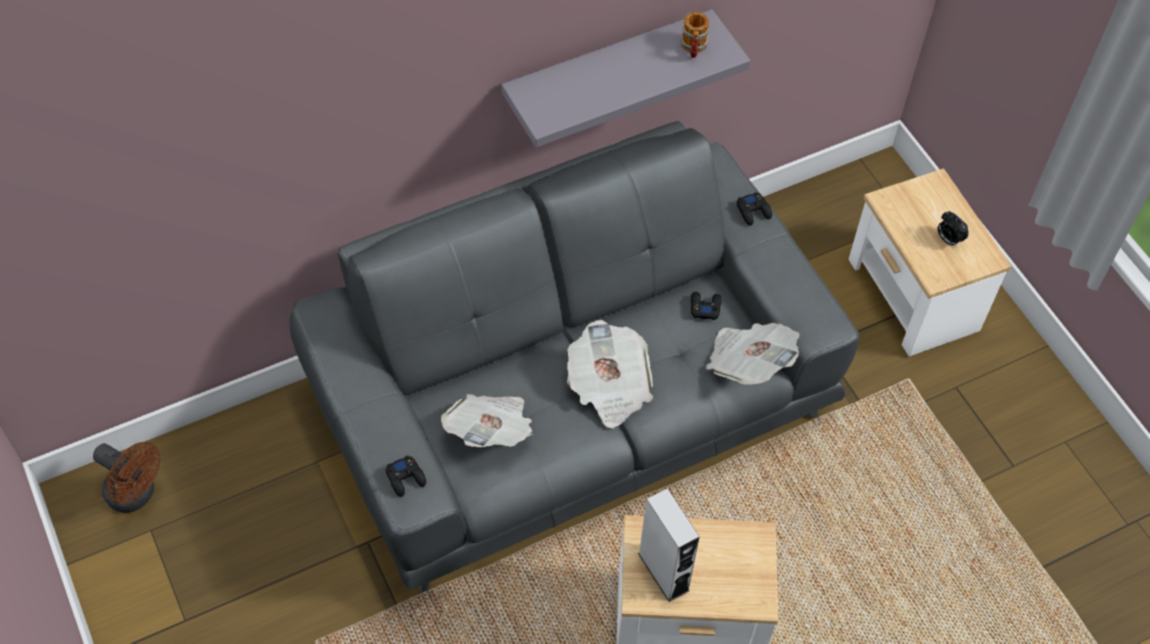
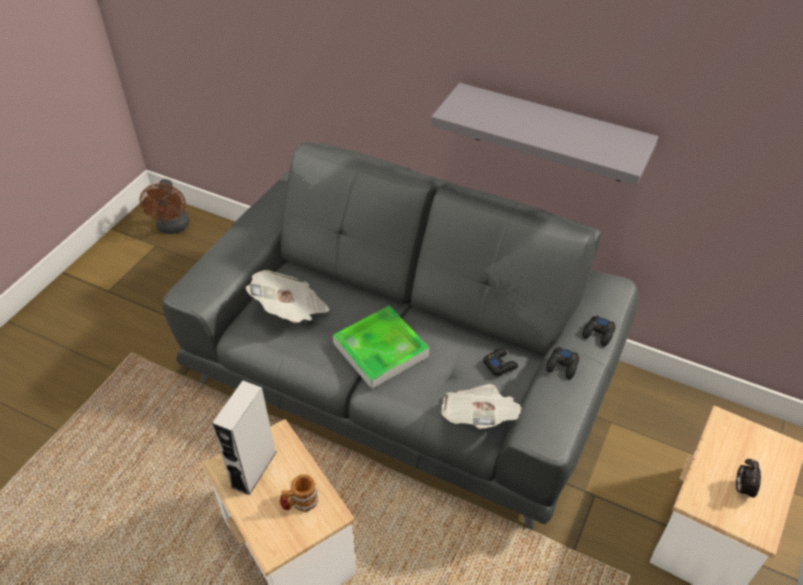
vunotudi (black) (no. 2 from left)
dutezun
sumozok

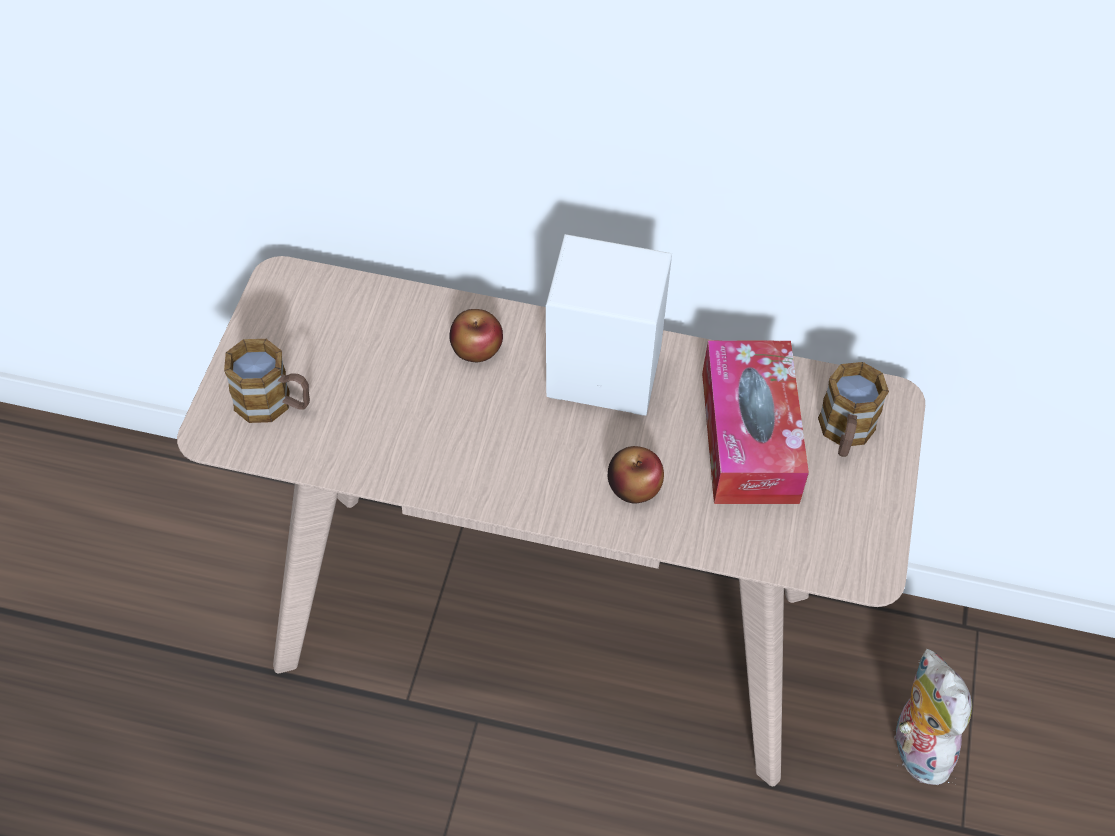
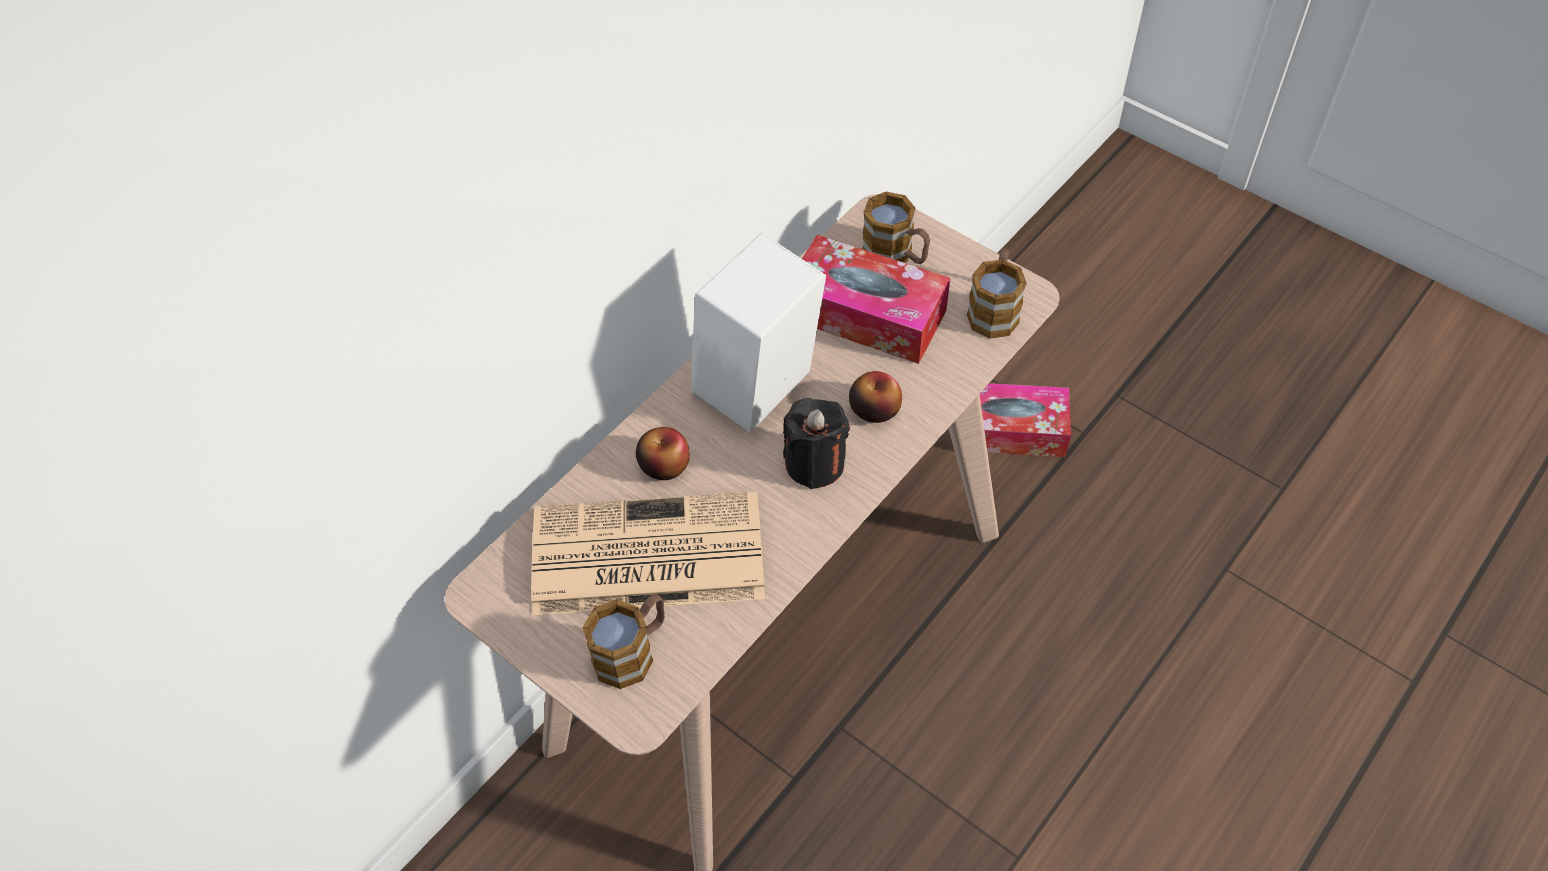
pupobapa
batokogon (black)
dutezun (no. 3 from left)
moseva (no. 2 from left)

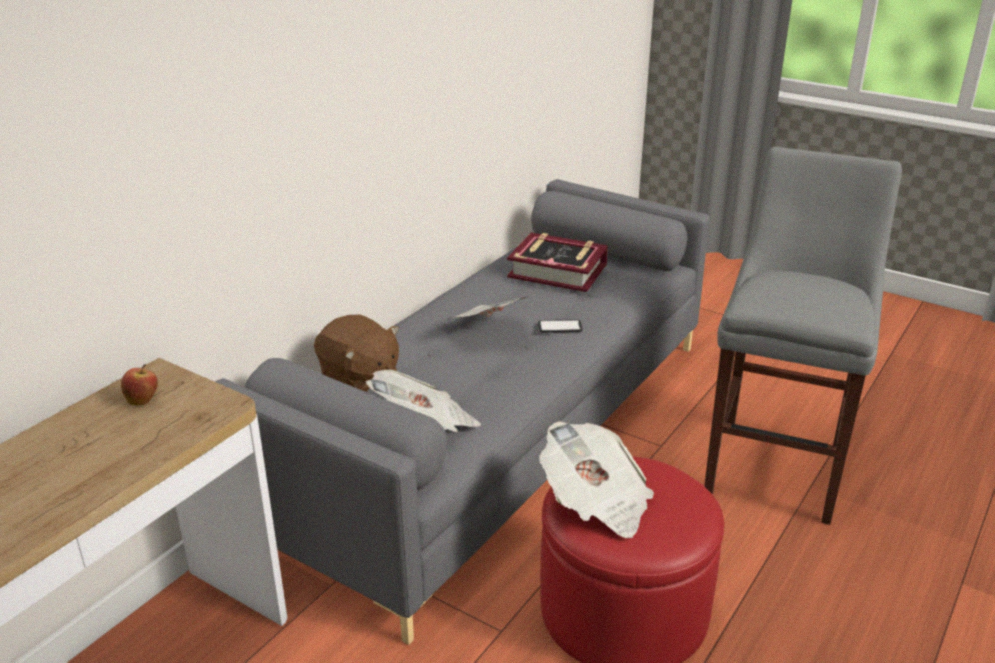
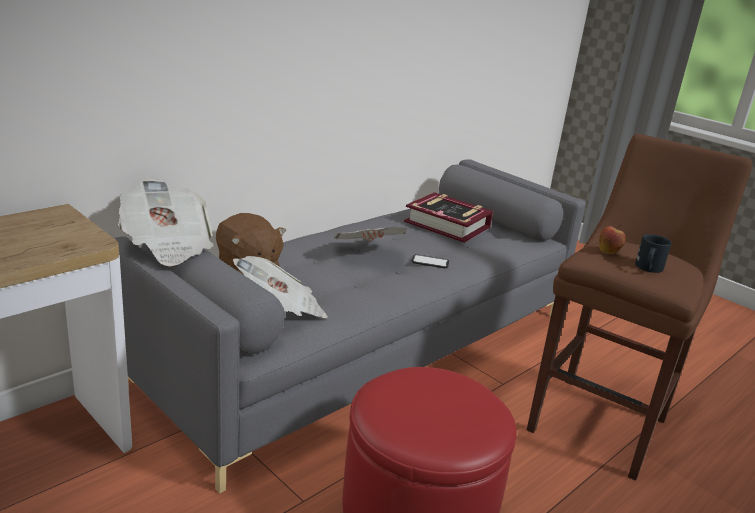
dutezun (black)
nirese
pupobapa (no. 1 from left)
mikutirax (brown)

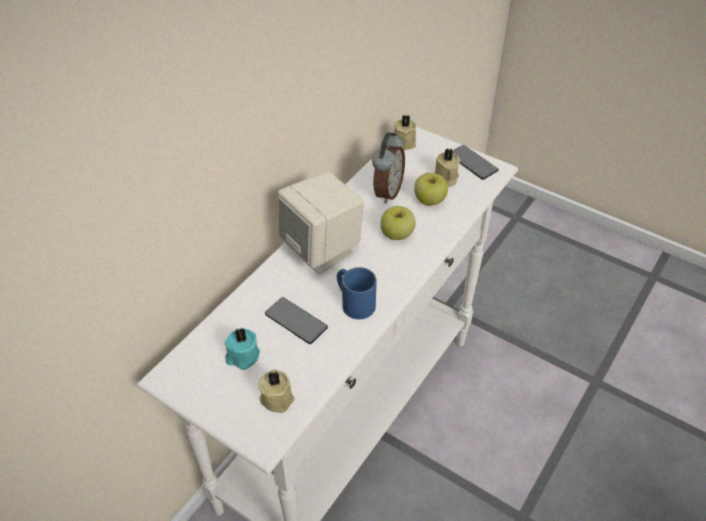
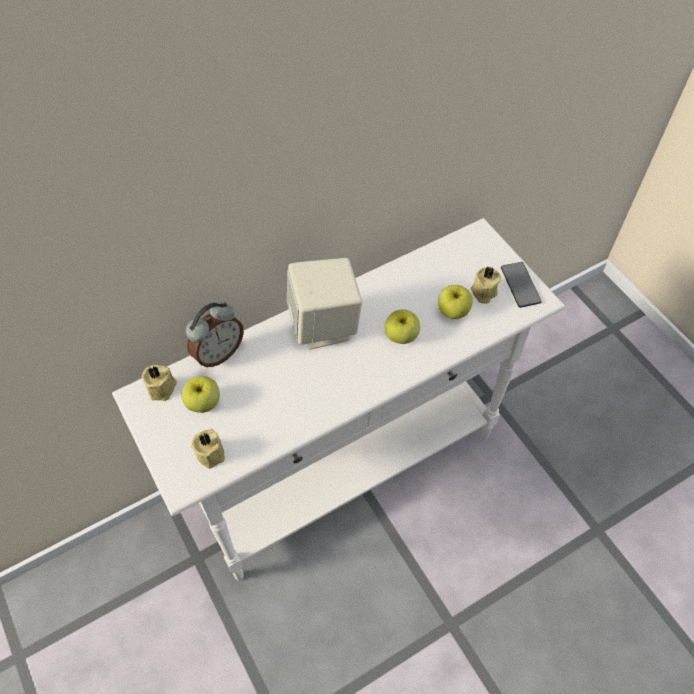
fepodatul (no. 1 from left in the first image)
dutezun (blue)
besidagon
batokogon (beige) (no. 1 from left)
nirese (no. 1 from left)

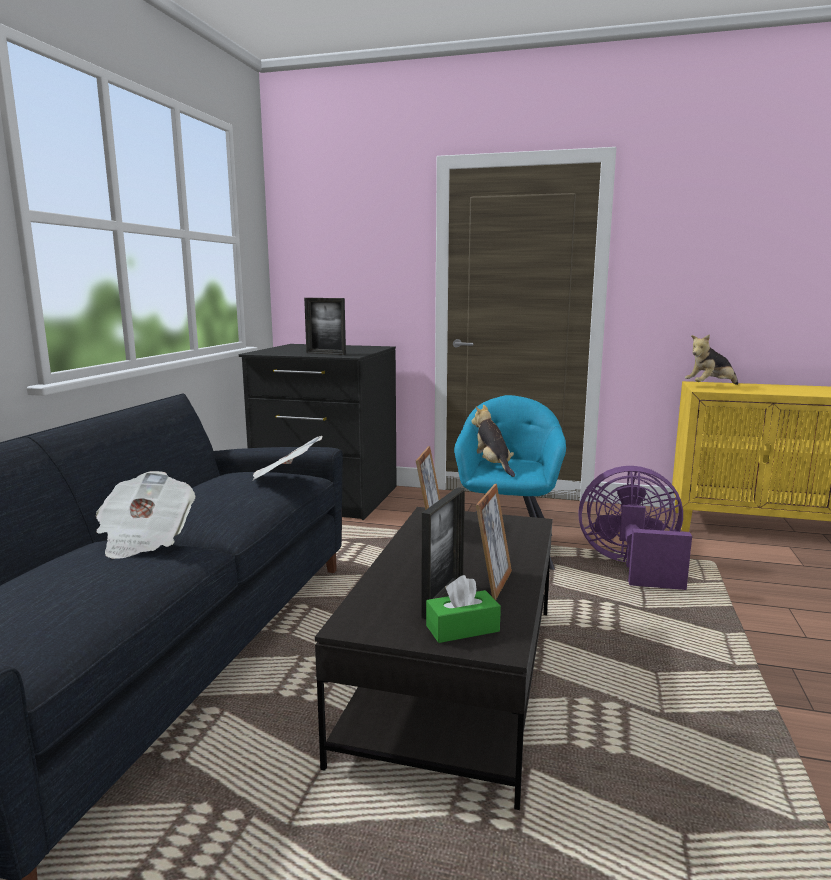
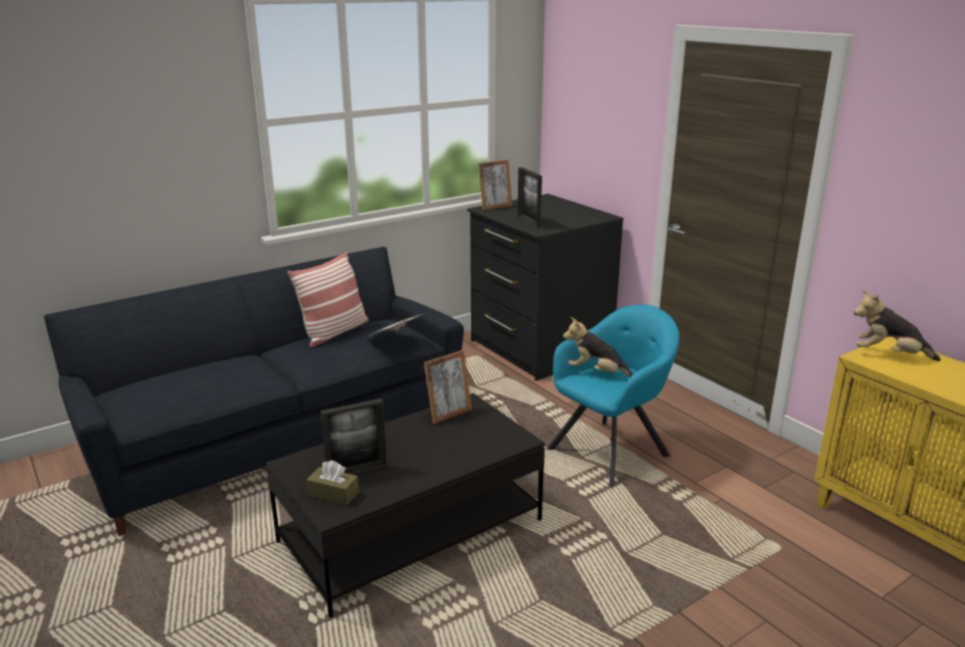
pupobapa (no. 1 from left in the first image)
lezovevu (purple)
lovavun
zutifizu (no. 3 from left)
moseva (brown)
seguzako (no. 1 from left)

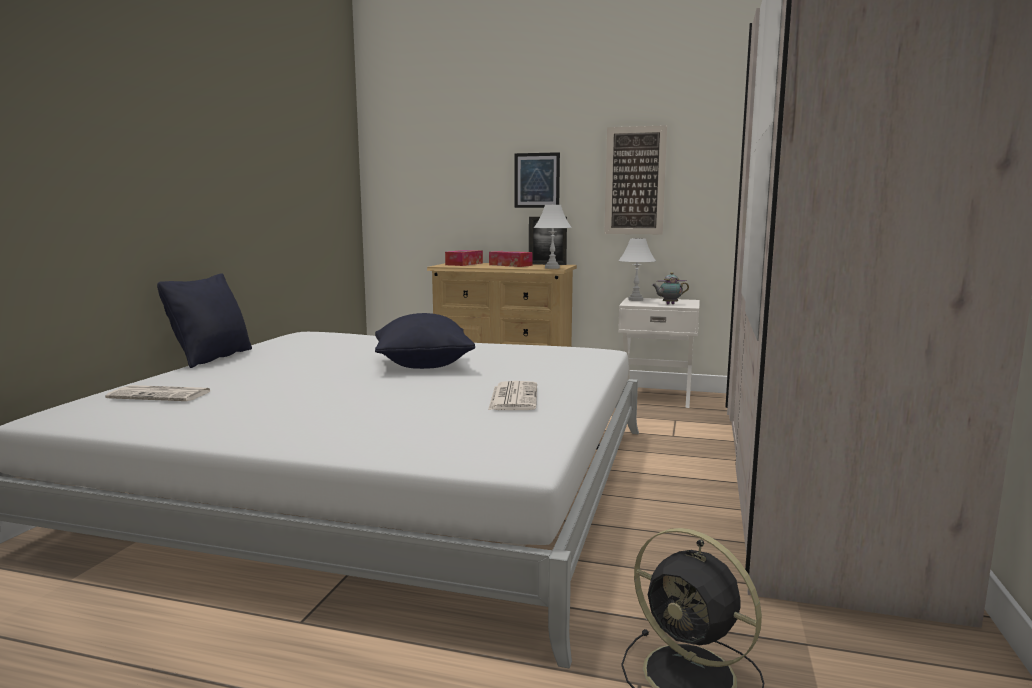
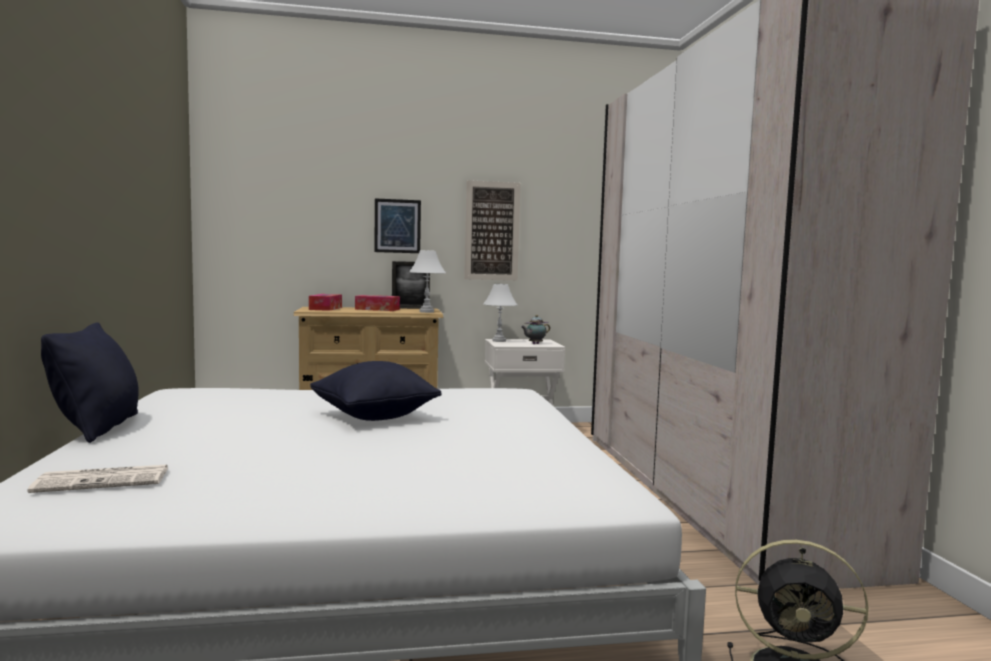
pupobapa (no. 2 from left in the first image)

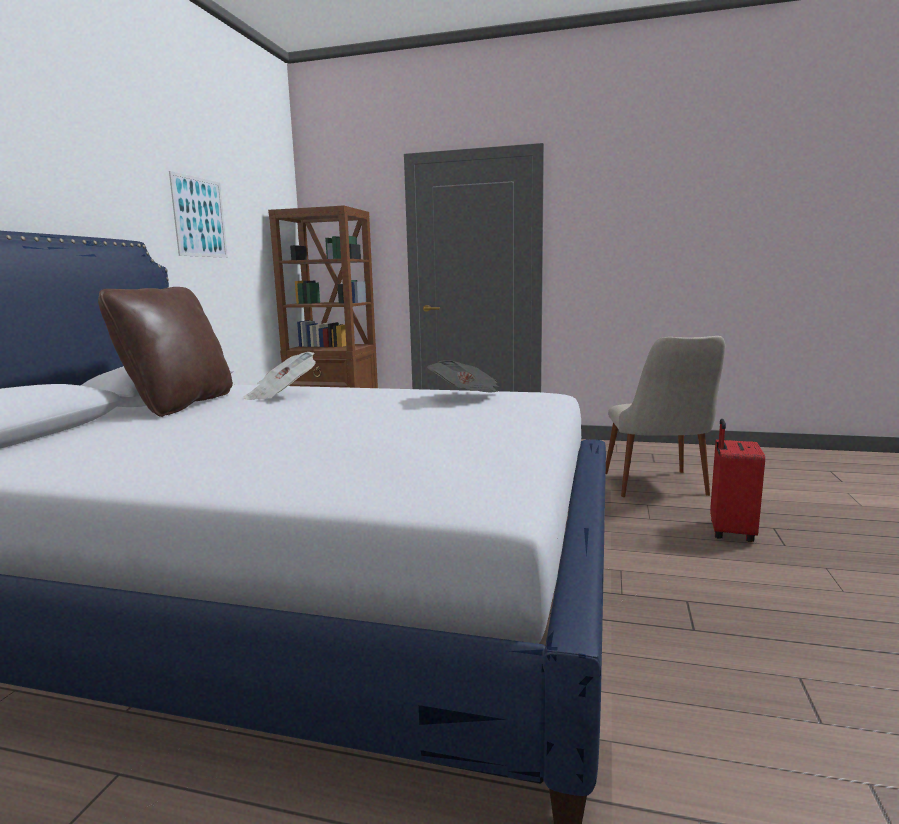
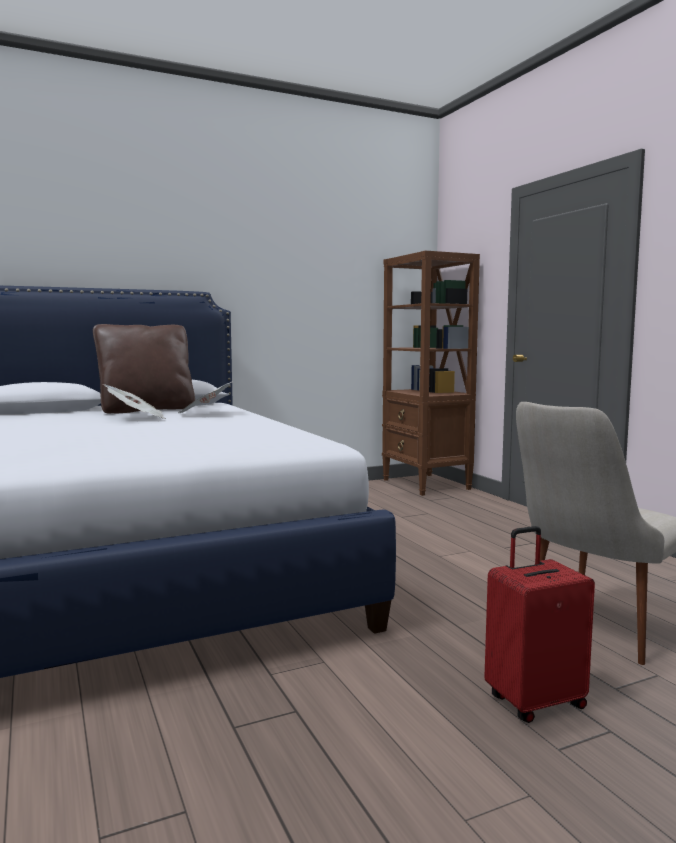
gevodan
pupobapa (no. 1 from left)

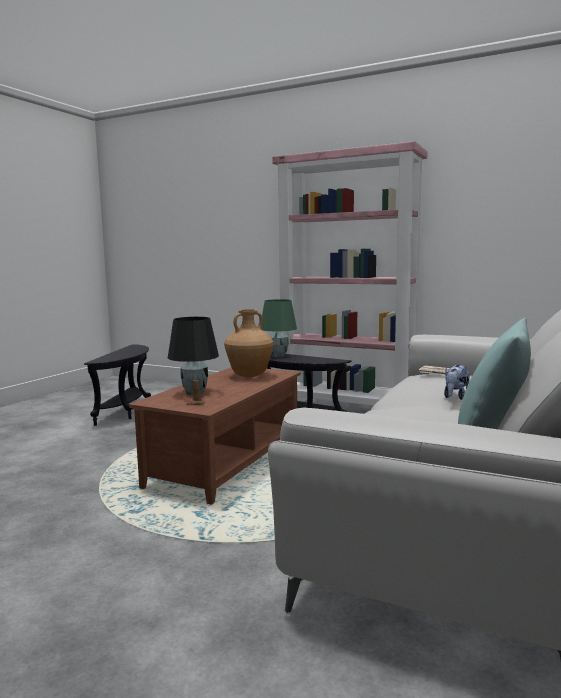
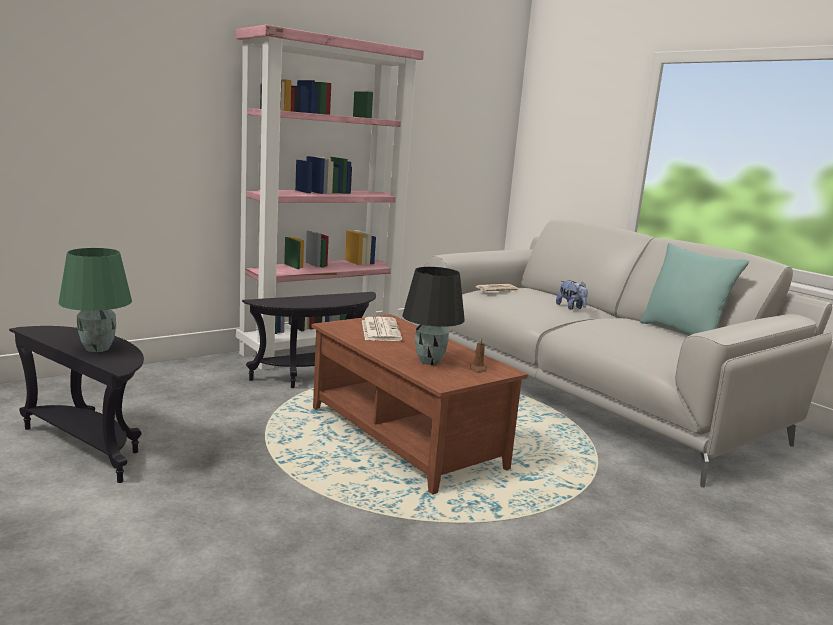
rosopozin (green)
pupobapa (no. 1 from left)

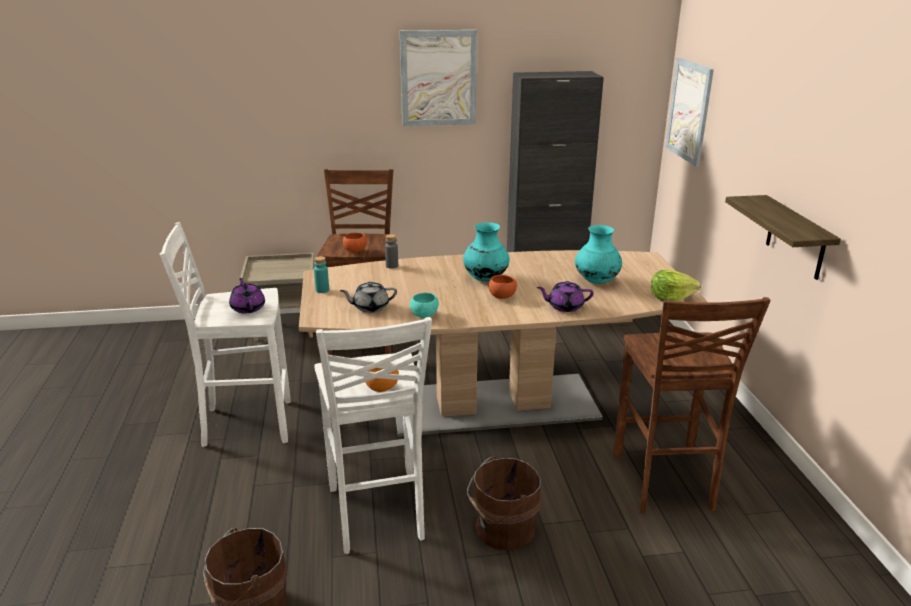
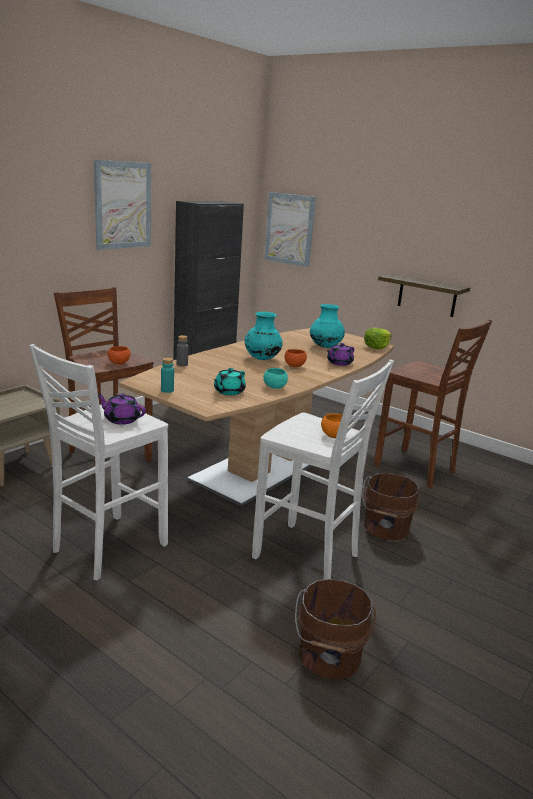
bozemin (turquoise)

